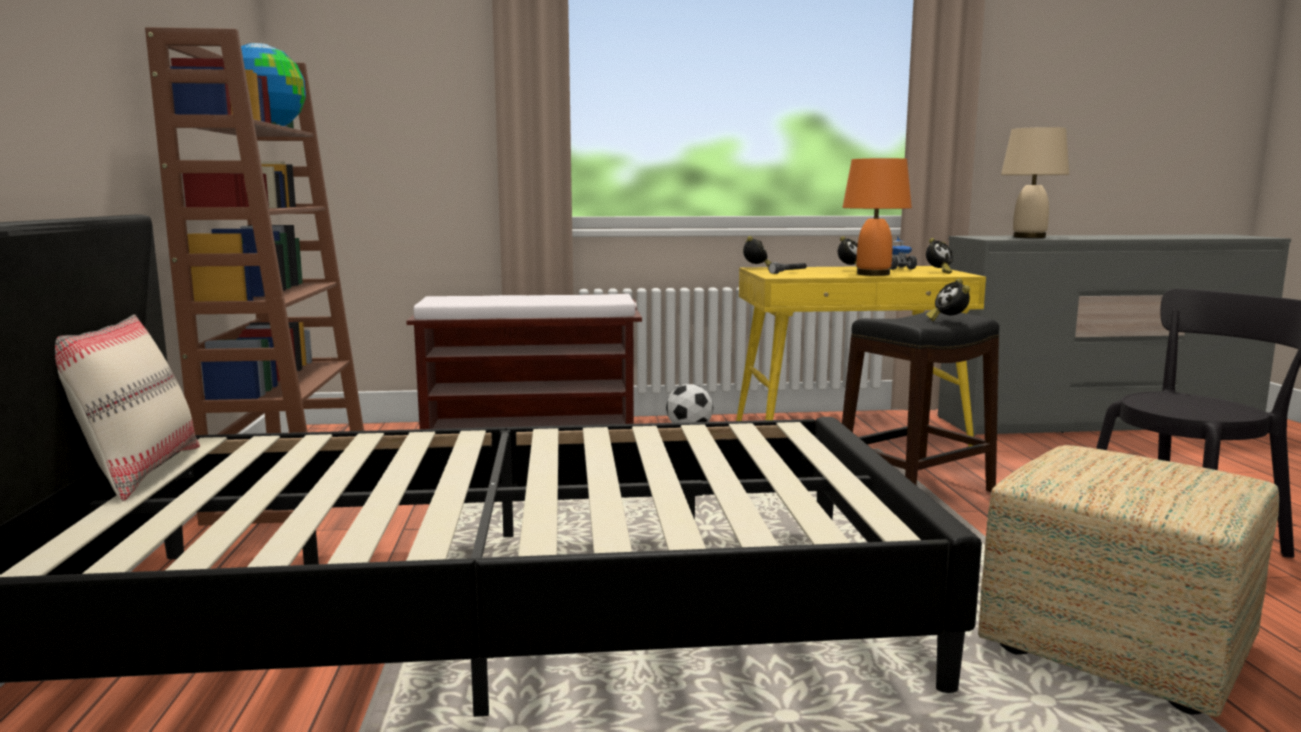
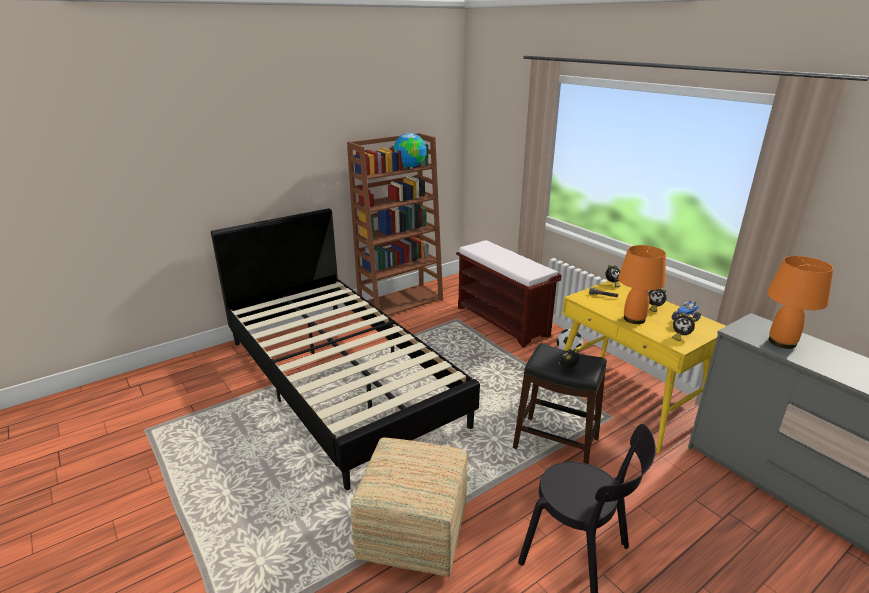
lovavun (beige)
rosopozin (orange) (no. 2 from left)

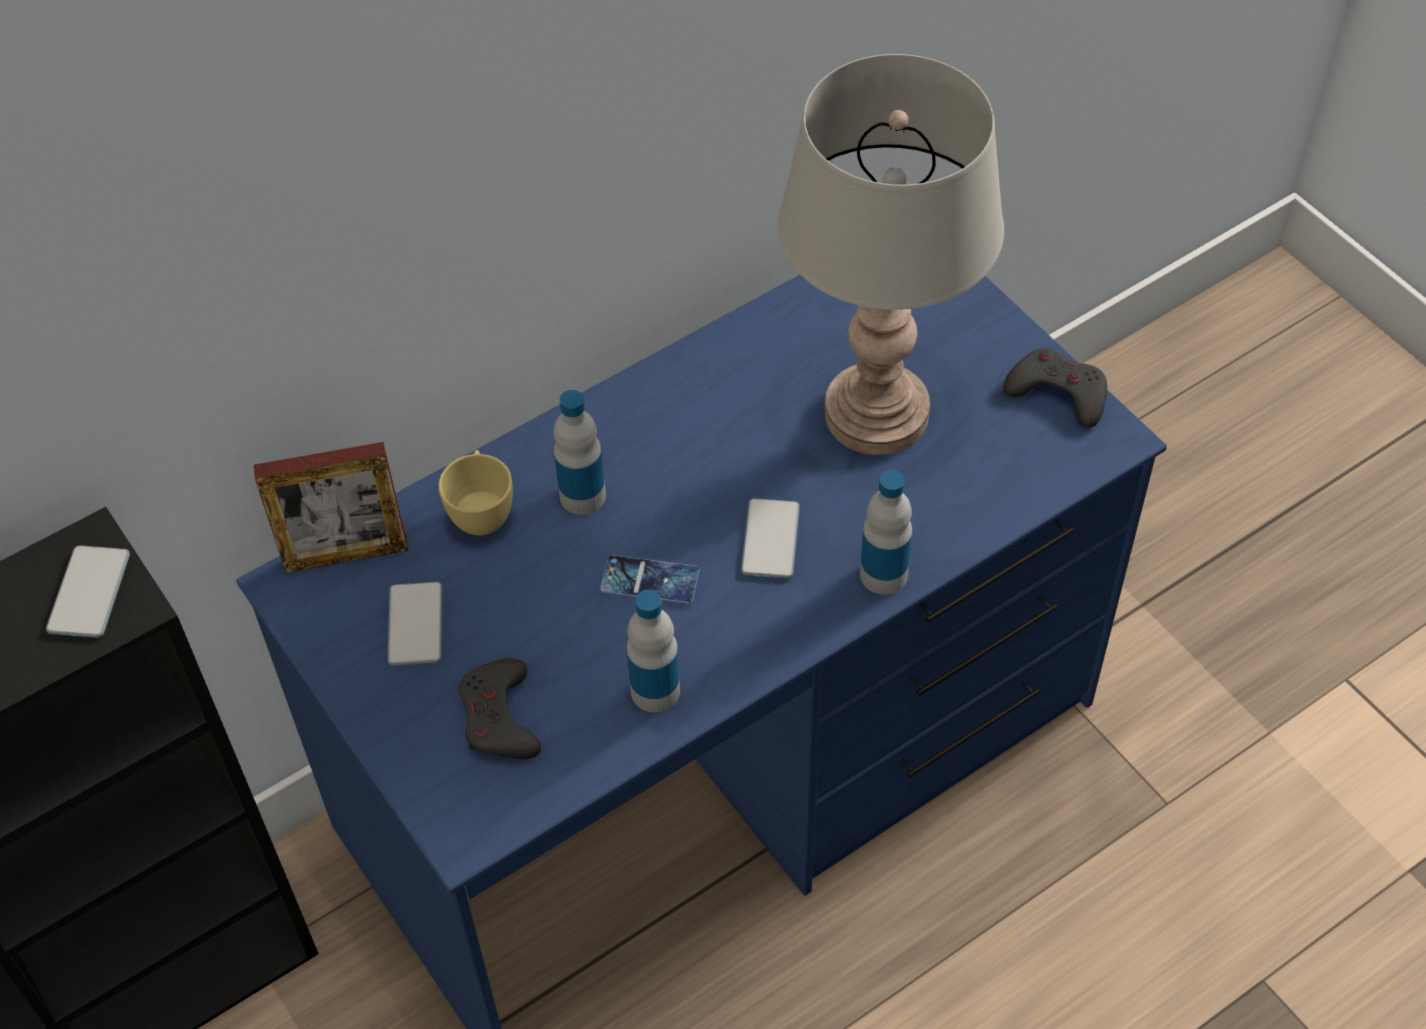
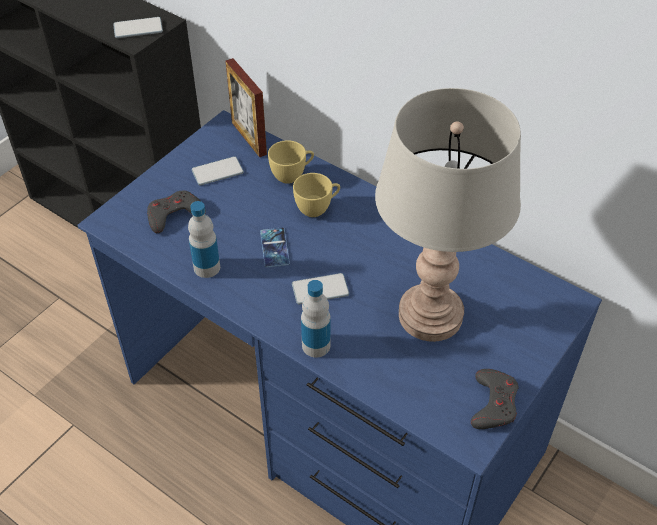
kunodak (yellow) (no. 2 from left)

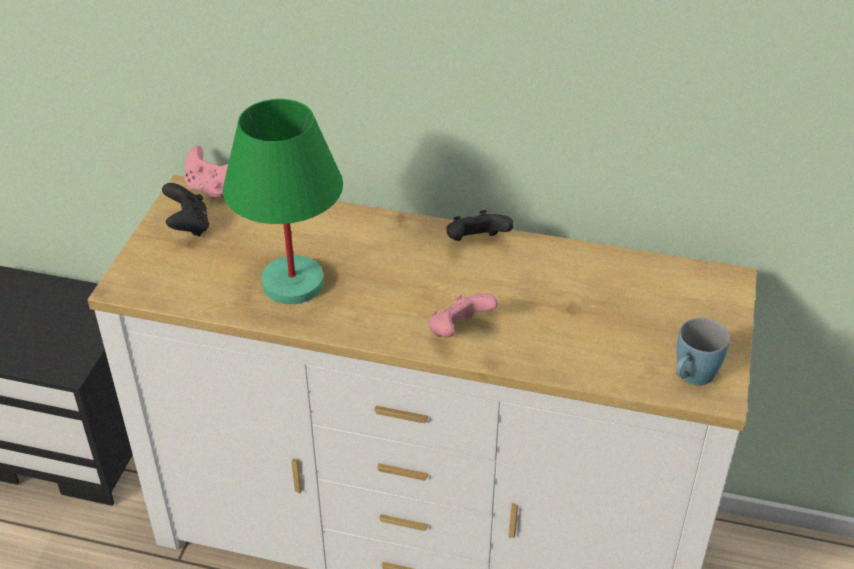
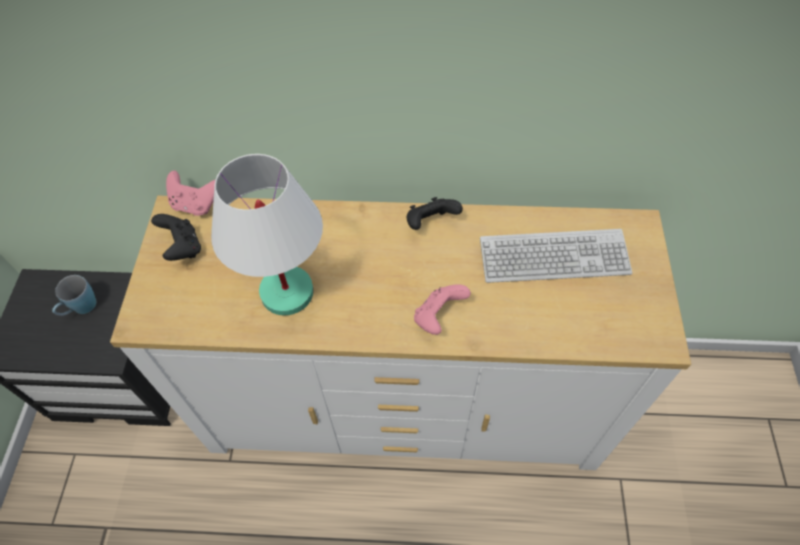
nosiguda
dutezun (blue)
rosopozin (white)

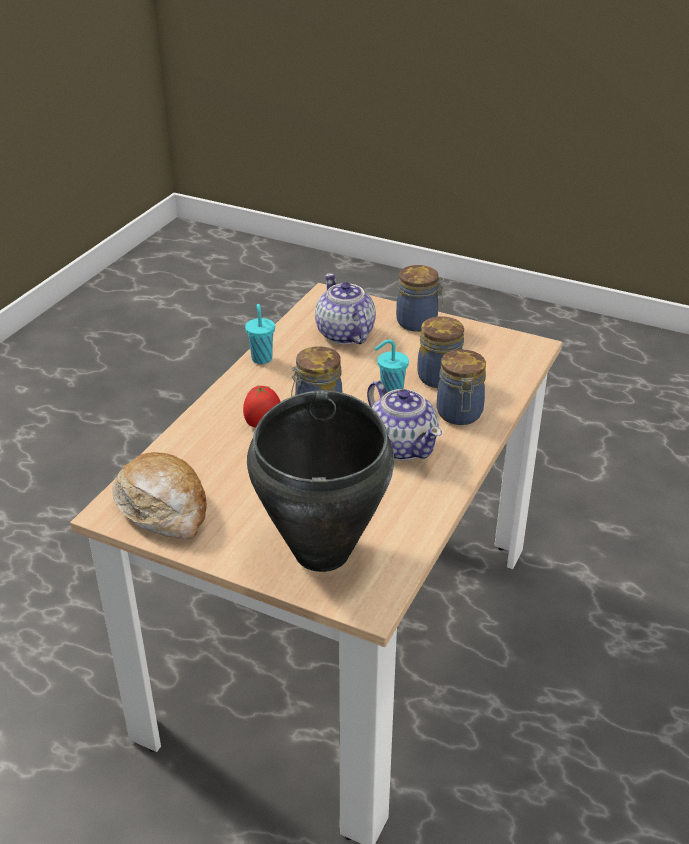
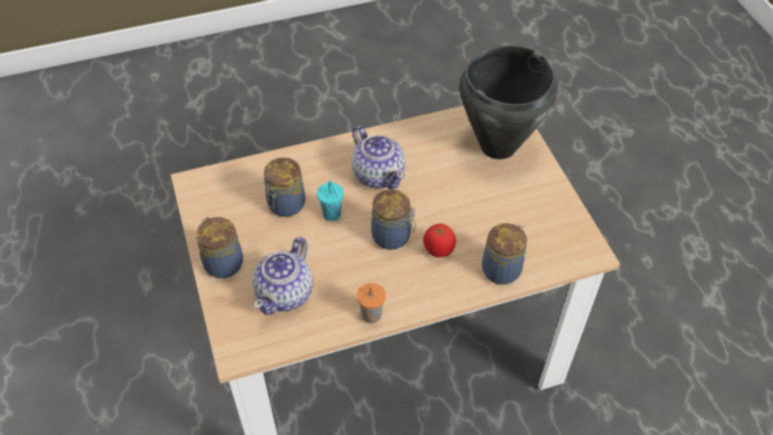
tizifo
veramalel (no. 4 from left)
kunodak (orange)
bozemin (no. 2 from left)

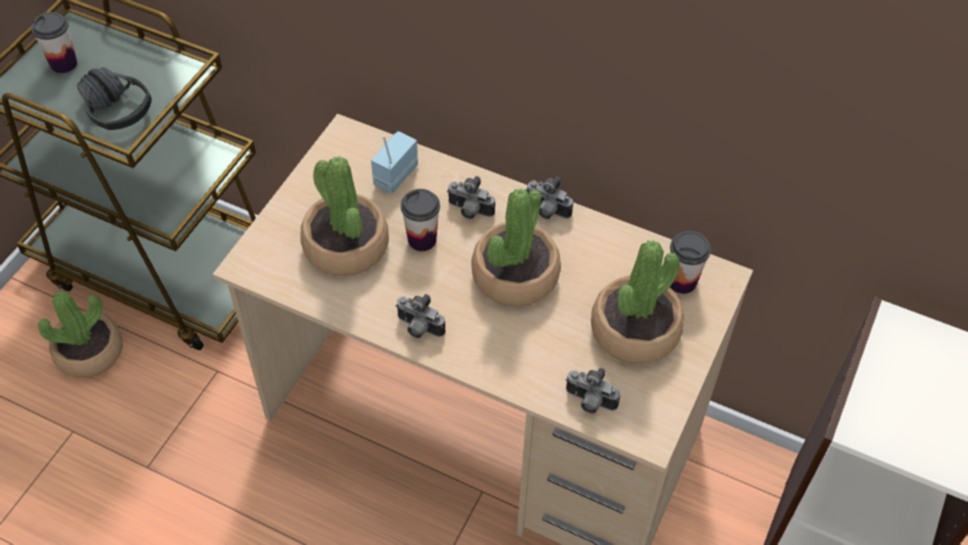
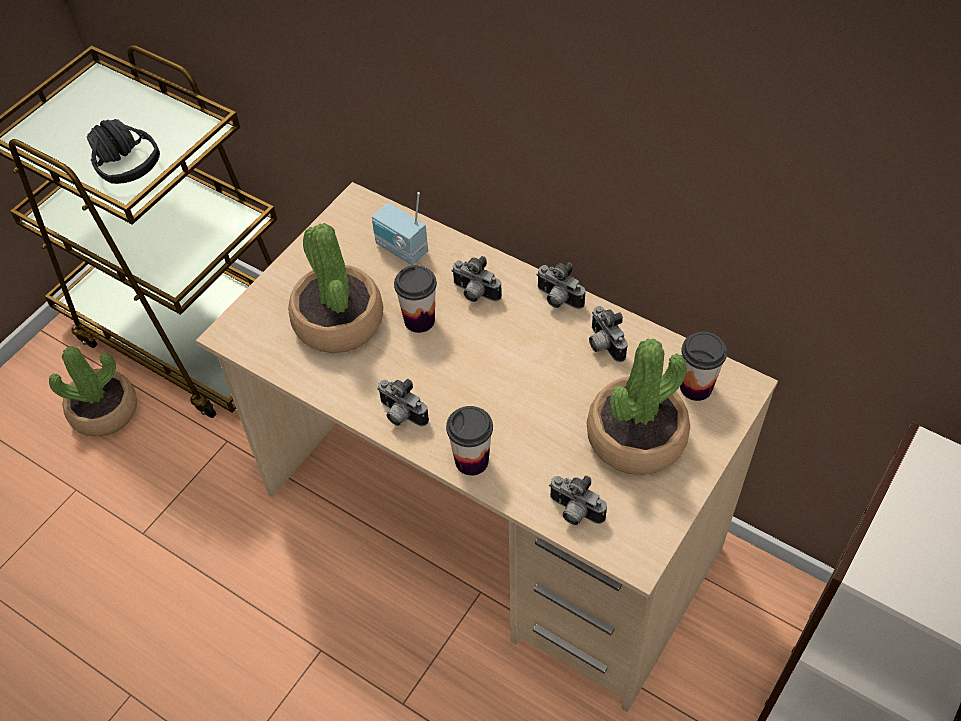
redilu (no. 3 from left in the first image)
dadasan (no. 5 from left)
kunodak (no. 2 from left)
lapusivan

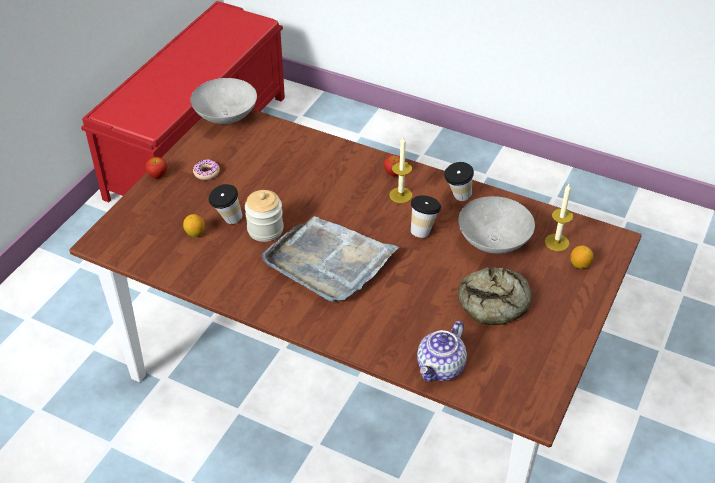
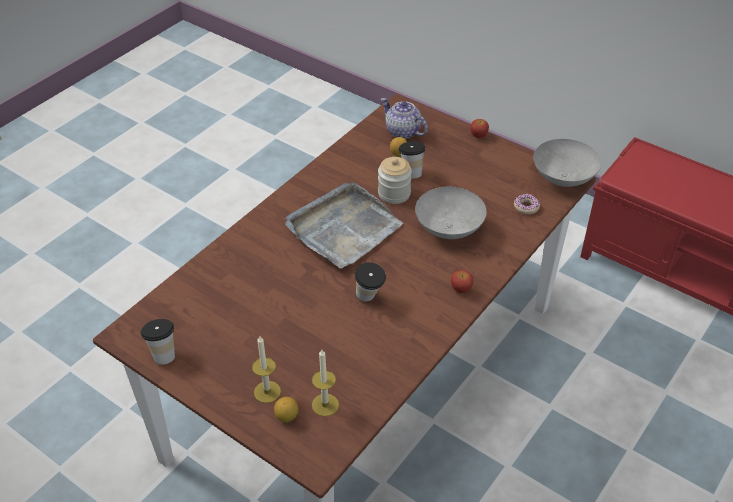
tizifo
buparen
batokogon (no. 1 from left)
bozemin
kunodak (no. 1 from left)
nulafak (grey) (no. 1 from left)

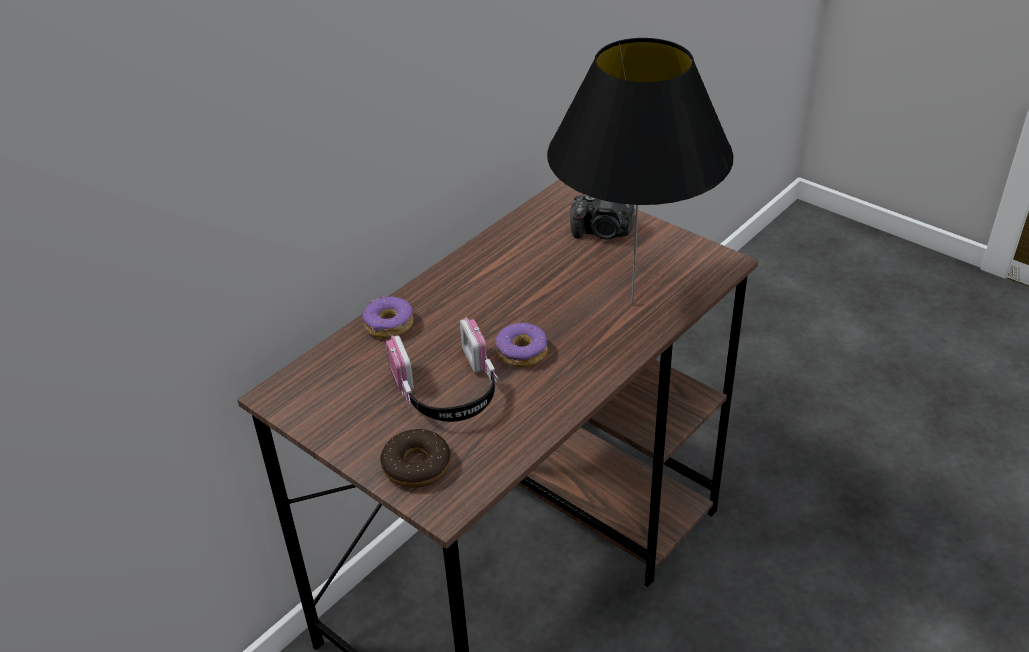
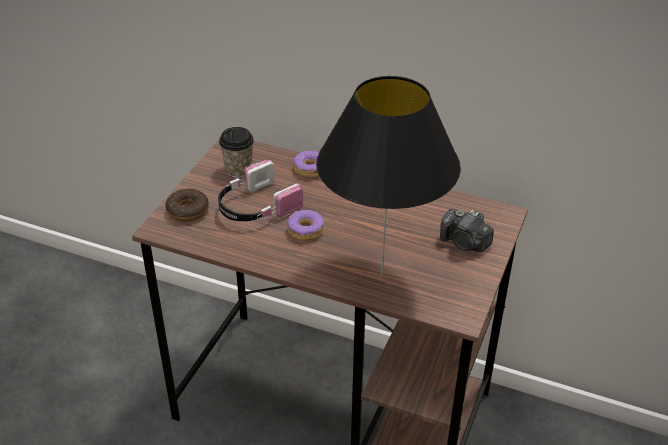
kunodak
dadasan

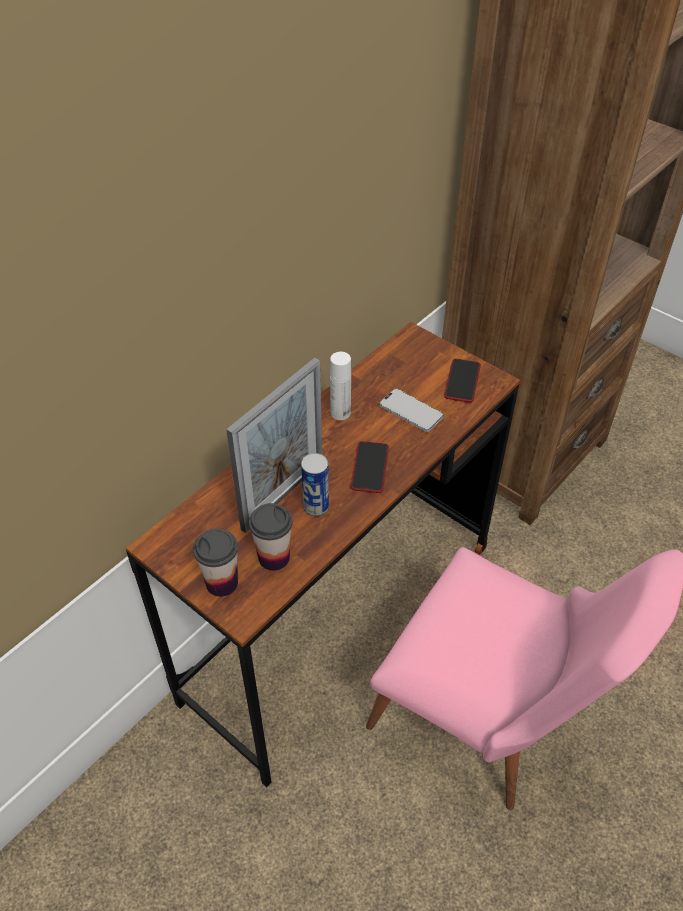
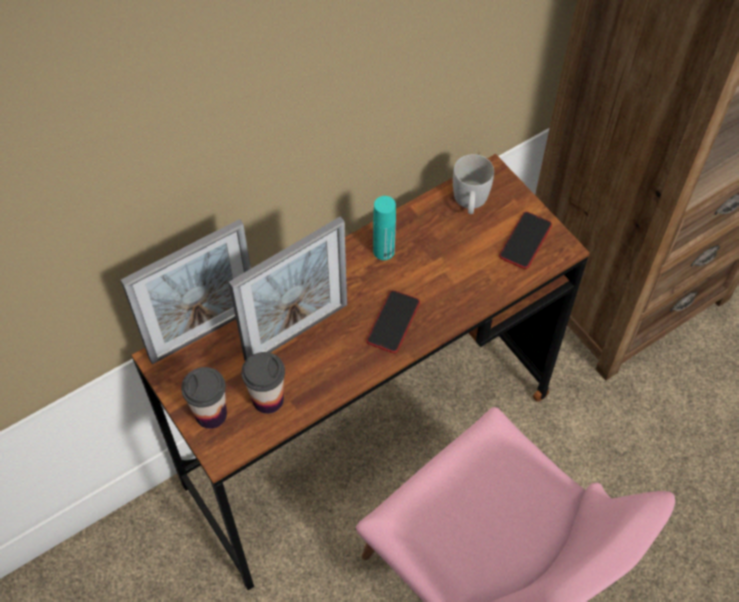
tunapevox
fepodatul (no. 2 from left in the first image)
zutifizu (no. 1 from left)
dutezun (white)
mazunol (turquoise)

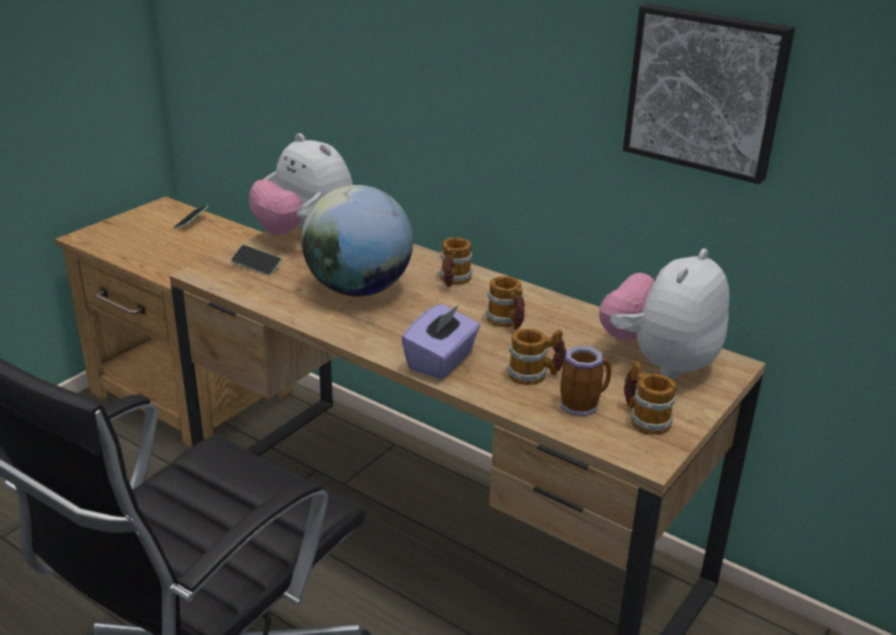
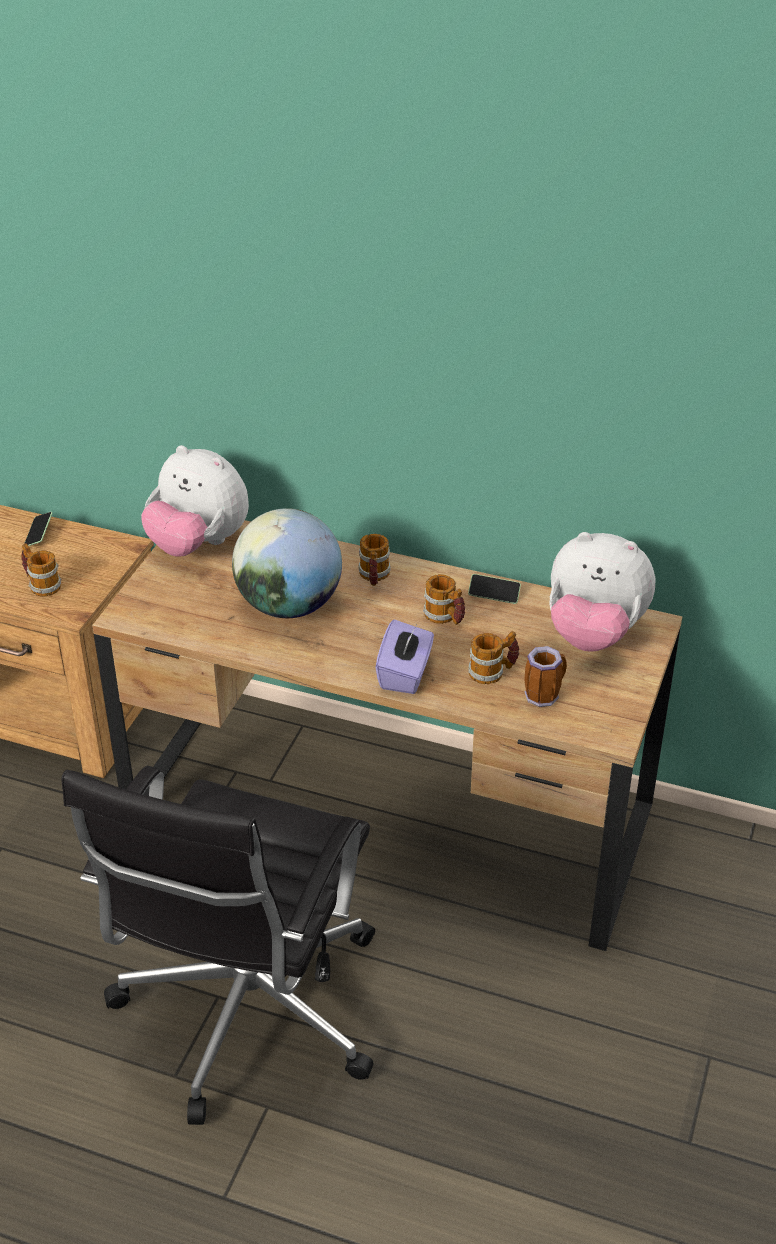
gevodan
fepodatul (no. 2 from left)
dutezun (no. 1 from left)
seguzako (no. 2 from left)

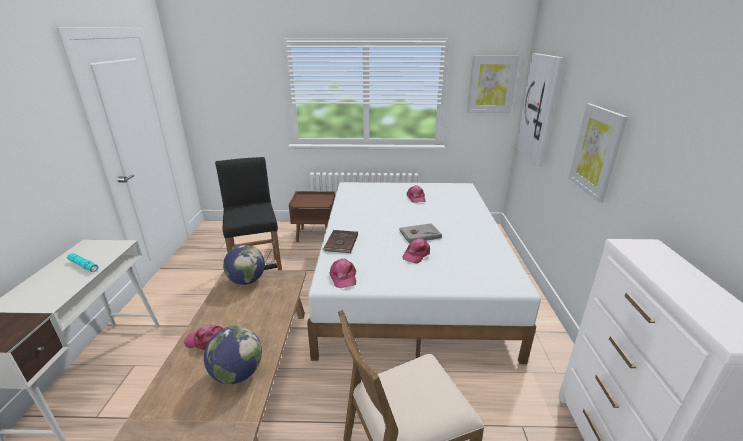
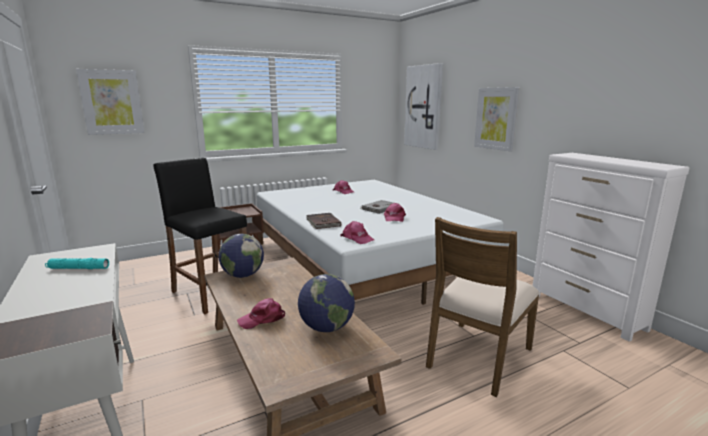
gevodan (no. 1 from left)

